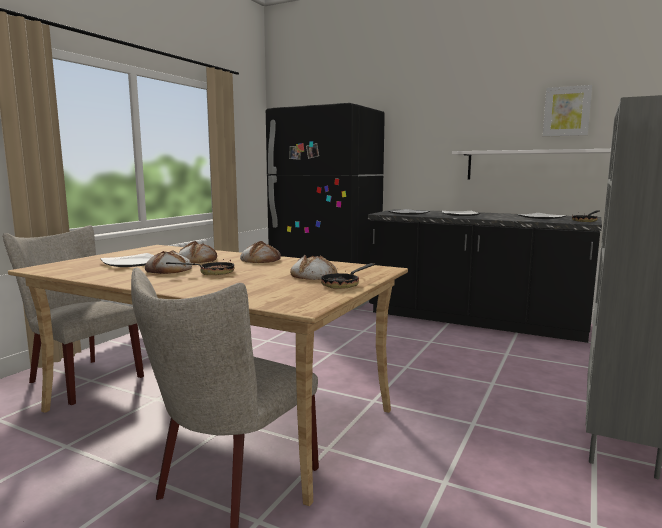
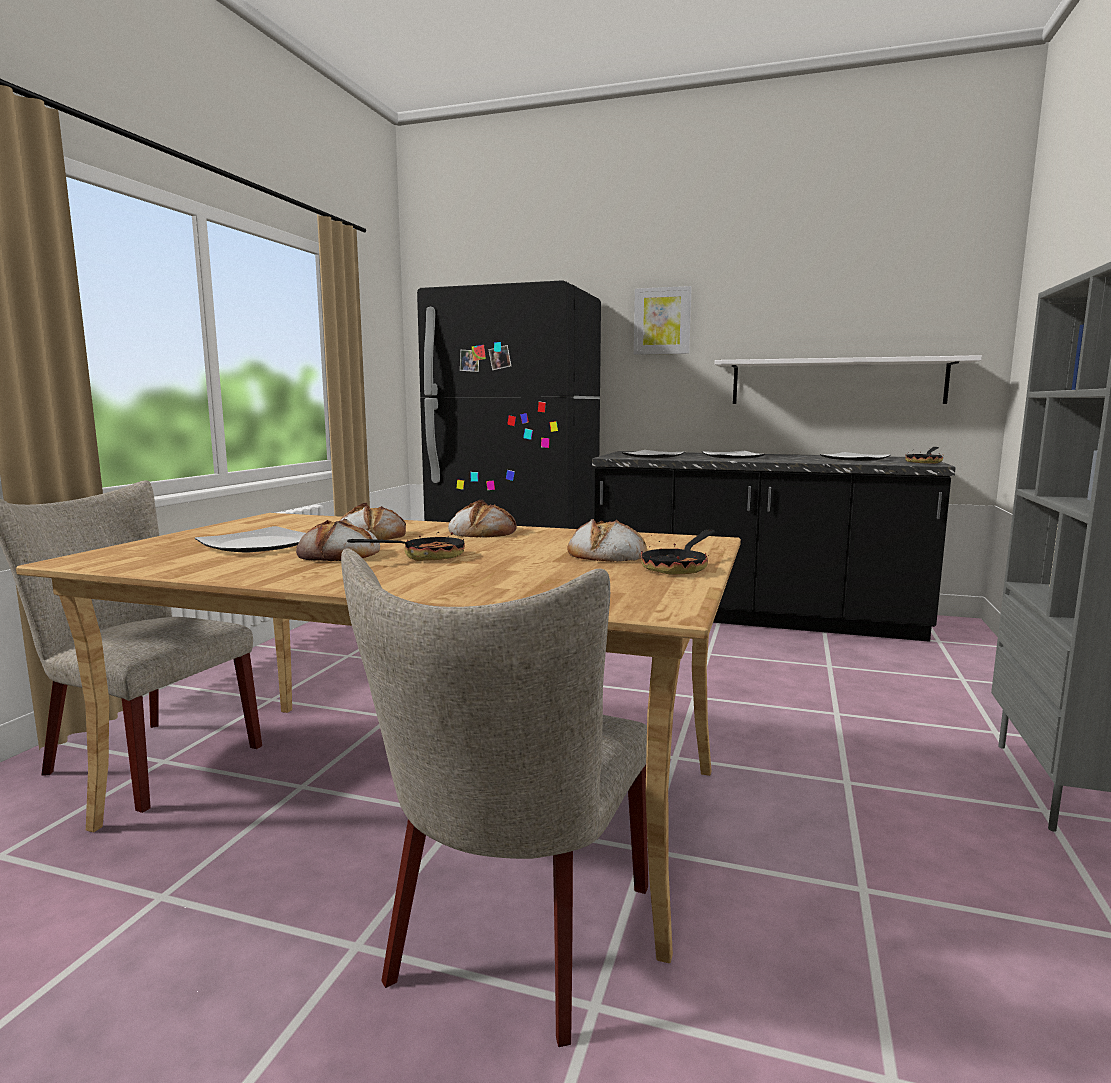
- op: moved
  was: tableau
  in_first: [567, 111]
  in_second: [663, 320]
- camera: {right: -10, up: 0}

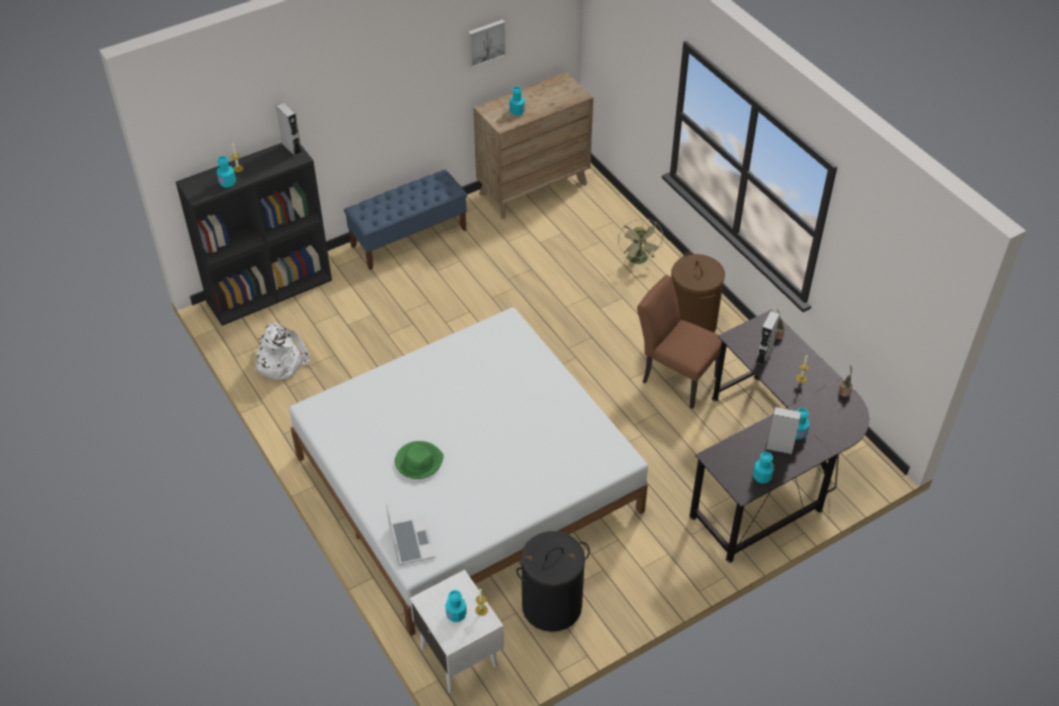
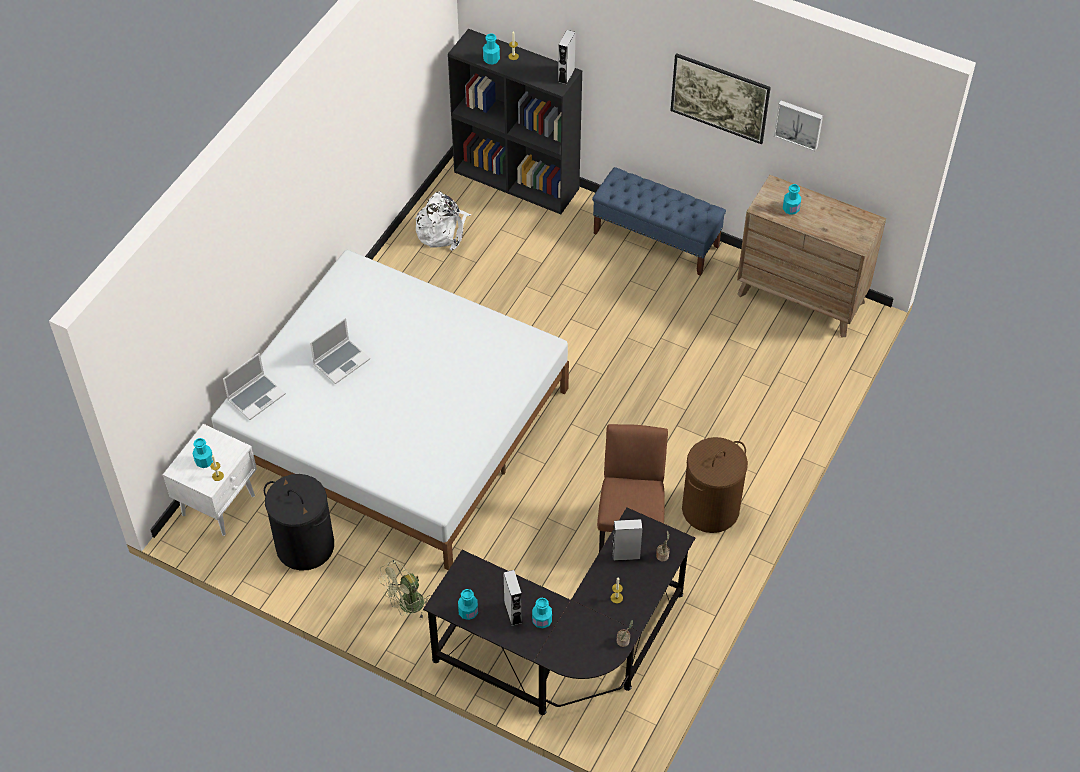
- op: replaced
  was: chapeau/vert
  now: ordinateur portable
  in_first: [419, 460]
  in_second: [340, 351]
- op: moved
  was: ventilateur/vert
  in_first: [641, 241]
  in_second: [405, 589]
- op: added
  now: tableau
  in_second: [720, 98]
- camera: {right: 60, up: 5}

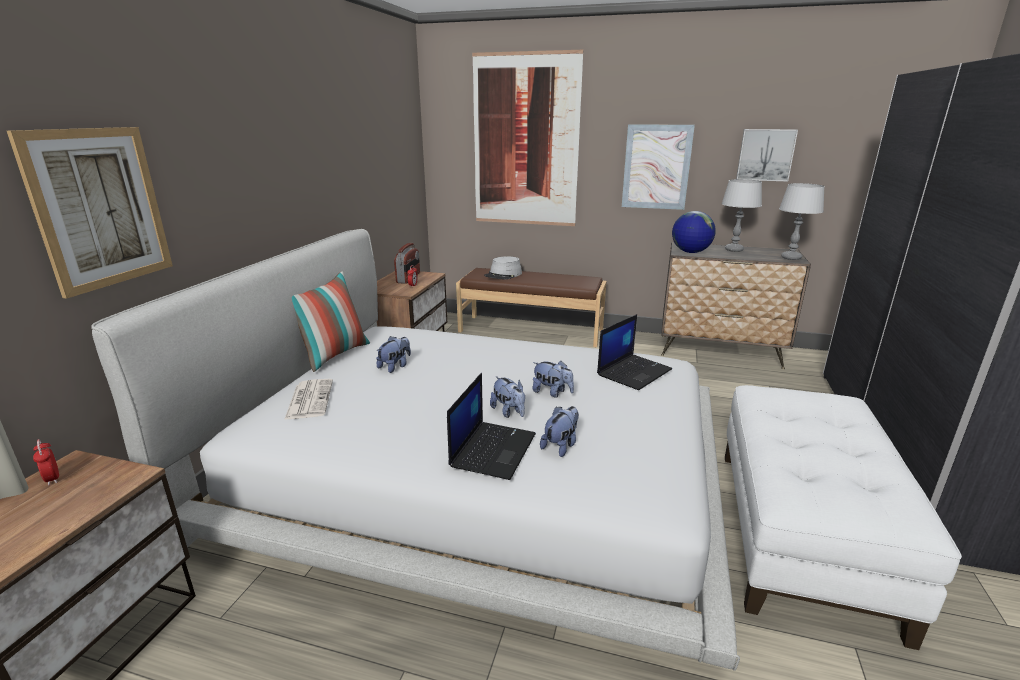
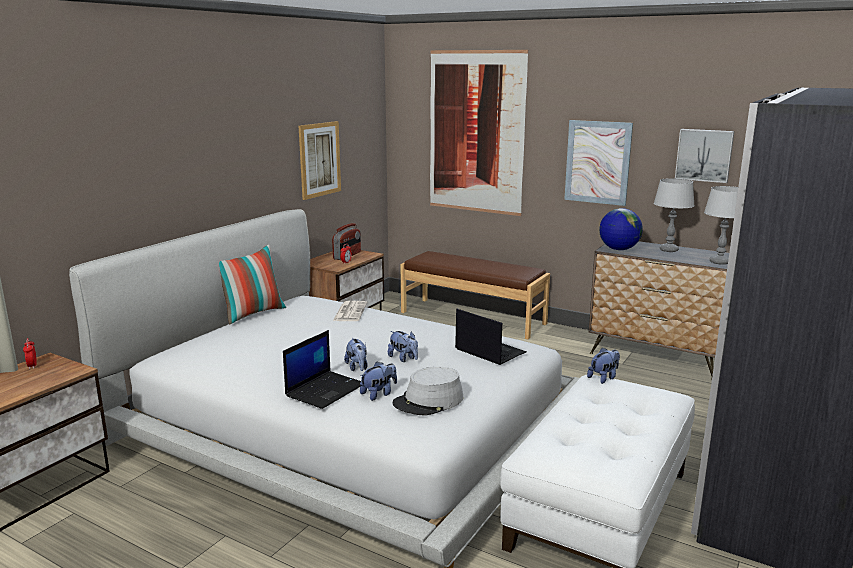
- op: moved
  was: tableau
  in_first: [90, 213]
  in_second: [320, 160]
- op: moved
  was: journal
  in_first: [308, 399]
  in_second: [350, 311]
- op: moved
  was: chapeau/gris
  in_first: [503, 268]
  in_second: [428, 391]
- op: turned
  was: ordinateur portable
  in_first: [634, 352]
  in_second: [491, 337]
  clockwise: -105
- op: moved
  was: peluche
  in_first: [393, 354]
  in_second: [603, 366]
- camera: {right: 15, up: -5}

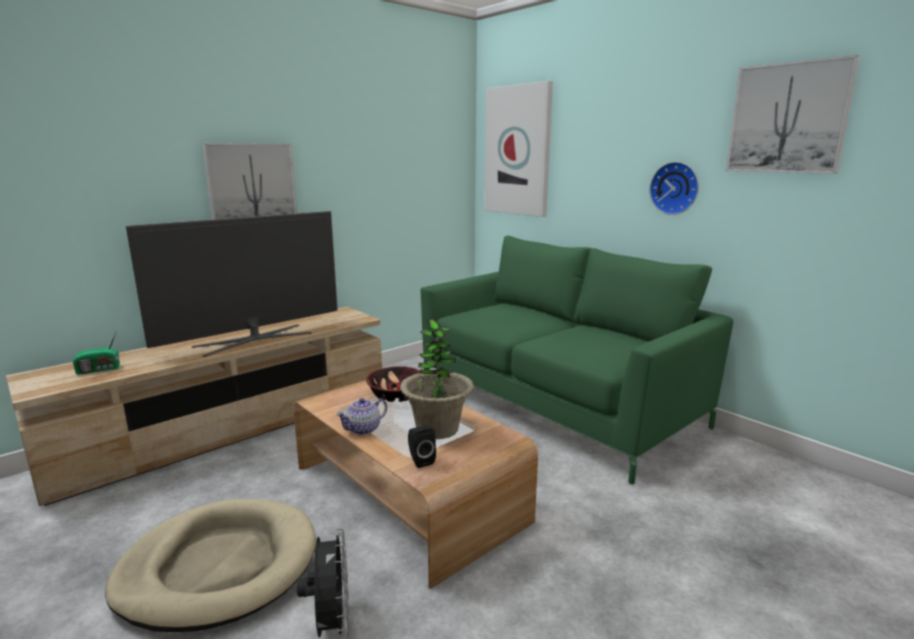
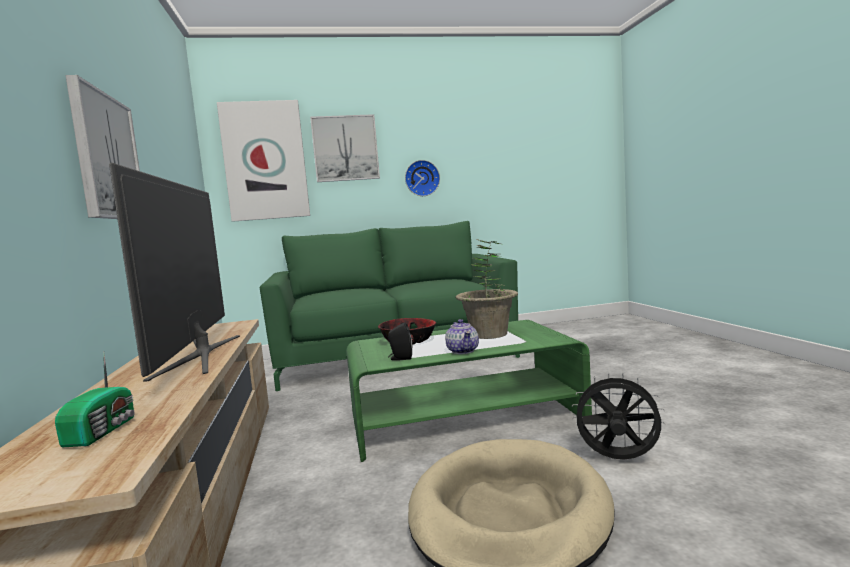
- op: moved
  was: tableau
  in_first: [793, 114]
  in_second: [345, 148]
- op: recoloured
  was: table basse/marron
  now: table basse/vert
  in_first: [415, 480]
  in_second: [469, 391]
- op: moved
  was: enceinte/noir
  in_first: [422, 447]
  in_second: [400, 341]
- camera: {right: -60, up: -10}

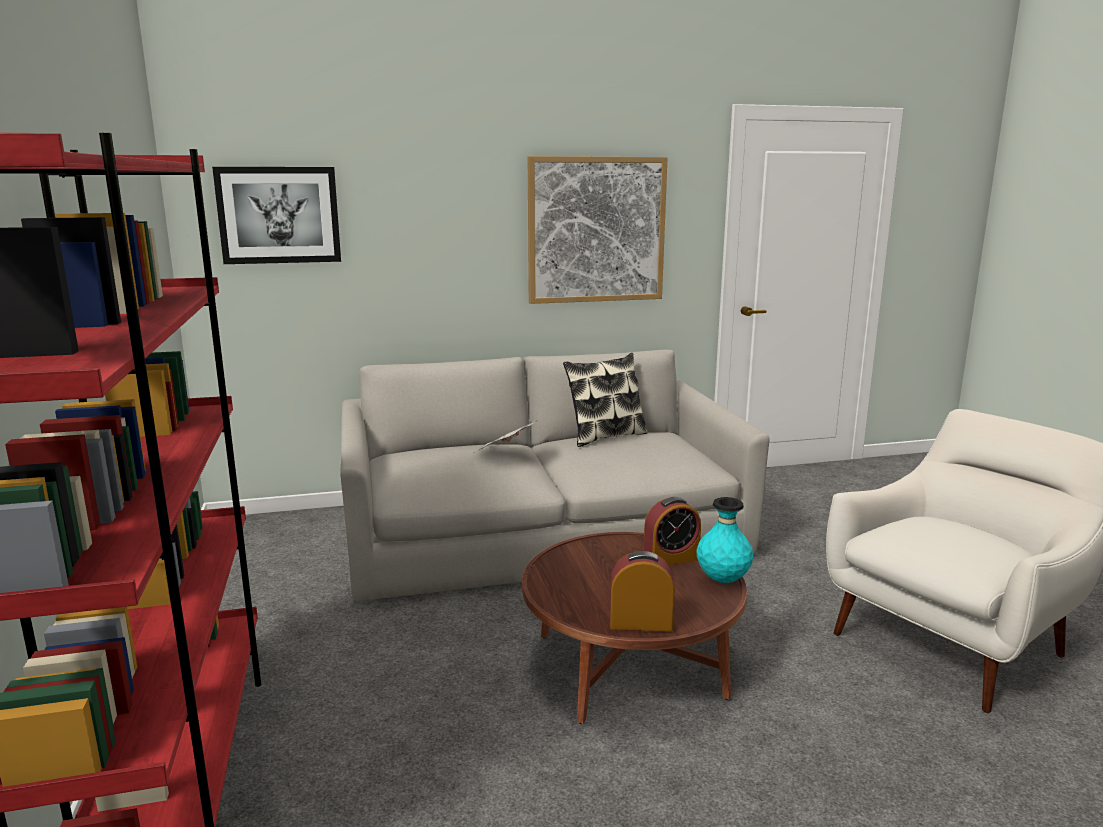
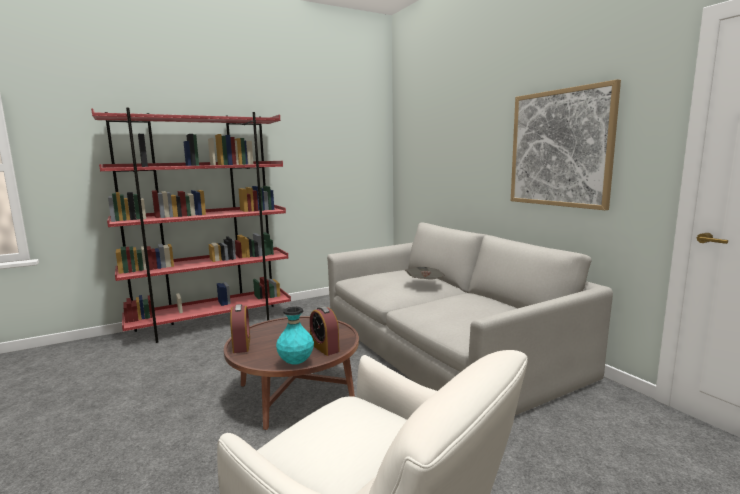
- op: removed
  was: tableau
  in_first: [276, 215]
- op: removed
  was: coussin
  in_first: [605, 400]
- camera: {right: 75, up: -5}

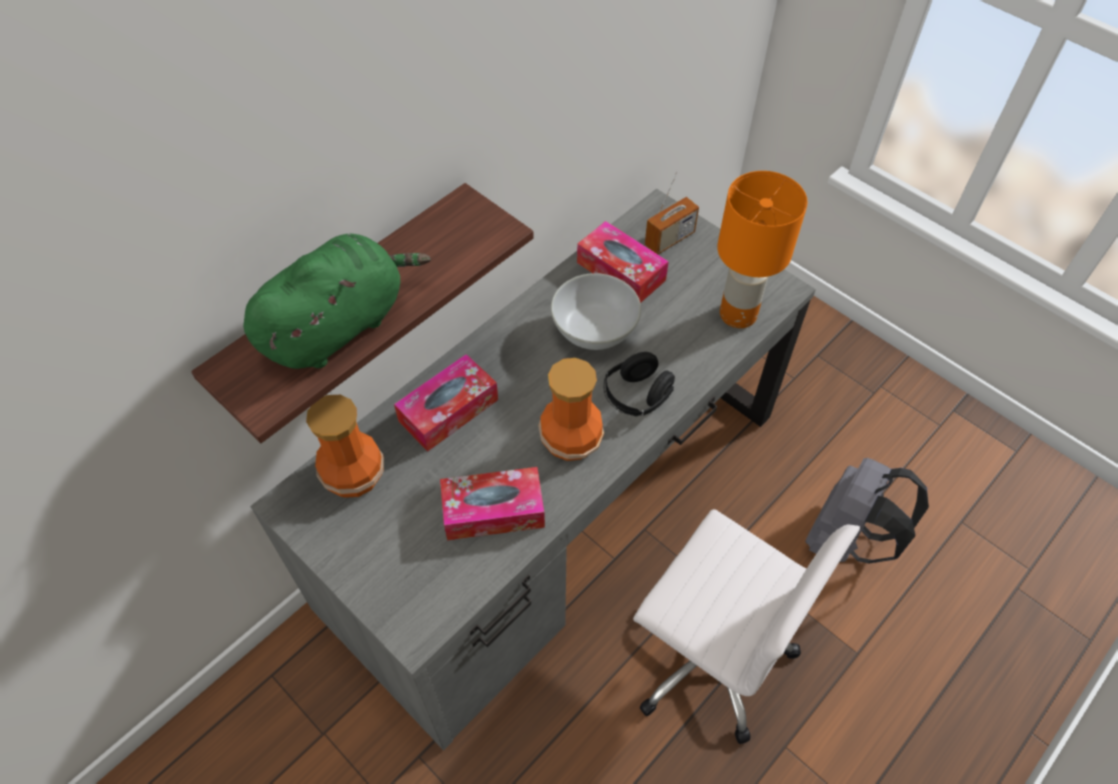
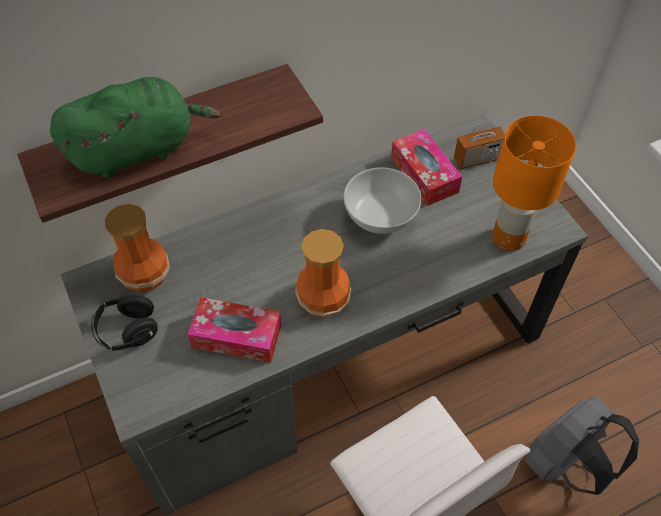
- op: moved
  was: casque audio/noir
  in_first: [639, 384]
  in_second: [124, 322]
- op: removed
  was: boîte à mouchoirs
  in_first: [446, 403]
- camera: {right: 20, up: 0}

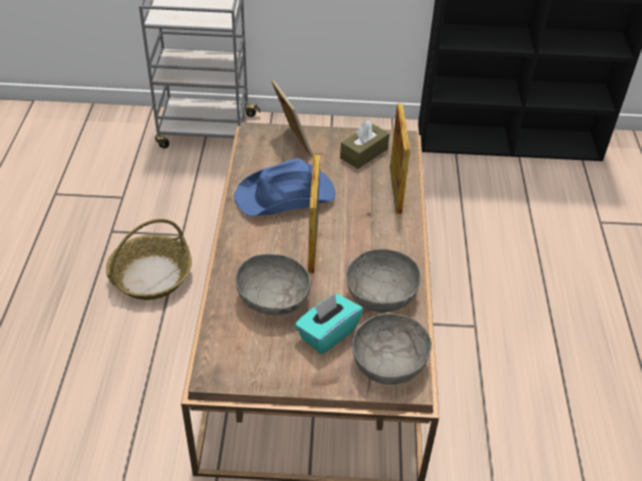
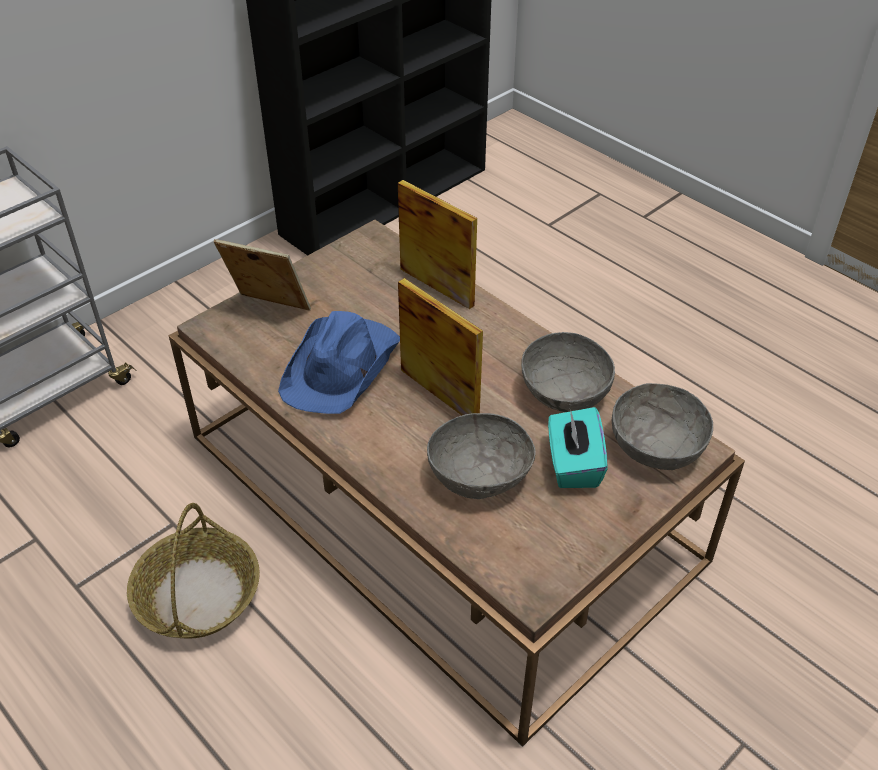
- op: removed
  was: boîte à mouchoirs/marron
  in_first: [364, 144]
- camera: {right: -45, up: 0}

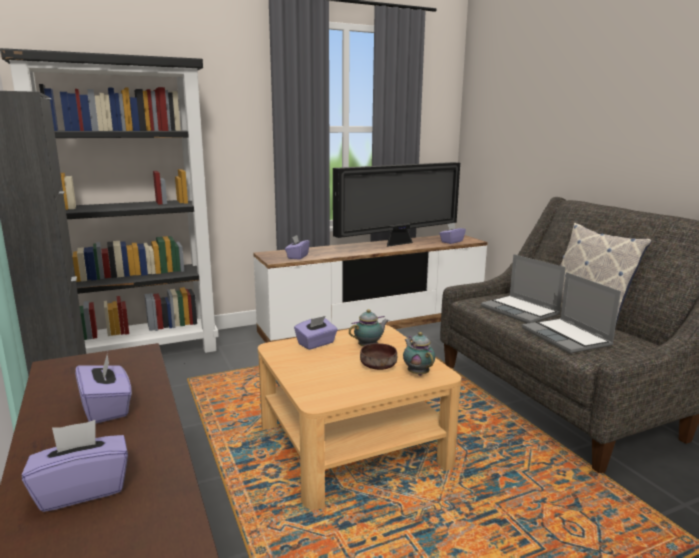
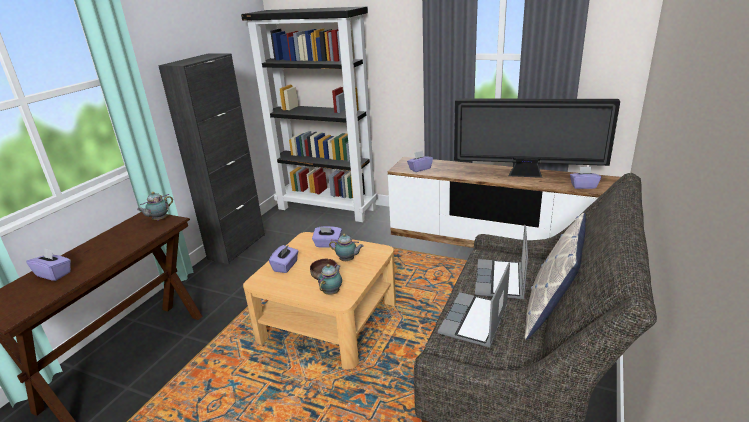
- op: added
  now: théière
  in_second: [155, 206]
- op: moved
  was: boîte à mouchoirs/violet
  in_first: [103, 388]
  in_second: [283, 258]
- camera: {right: 50, up: 10}

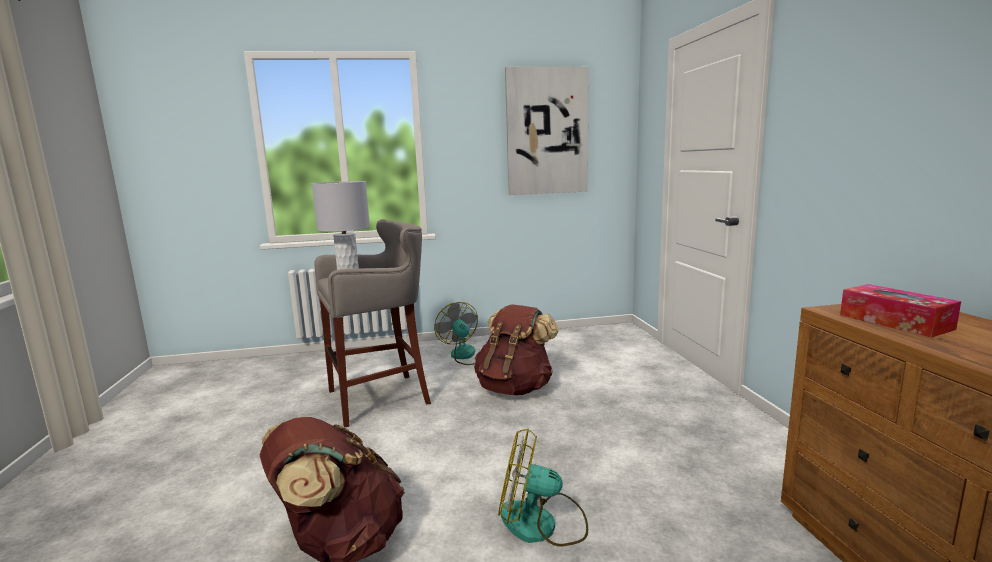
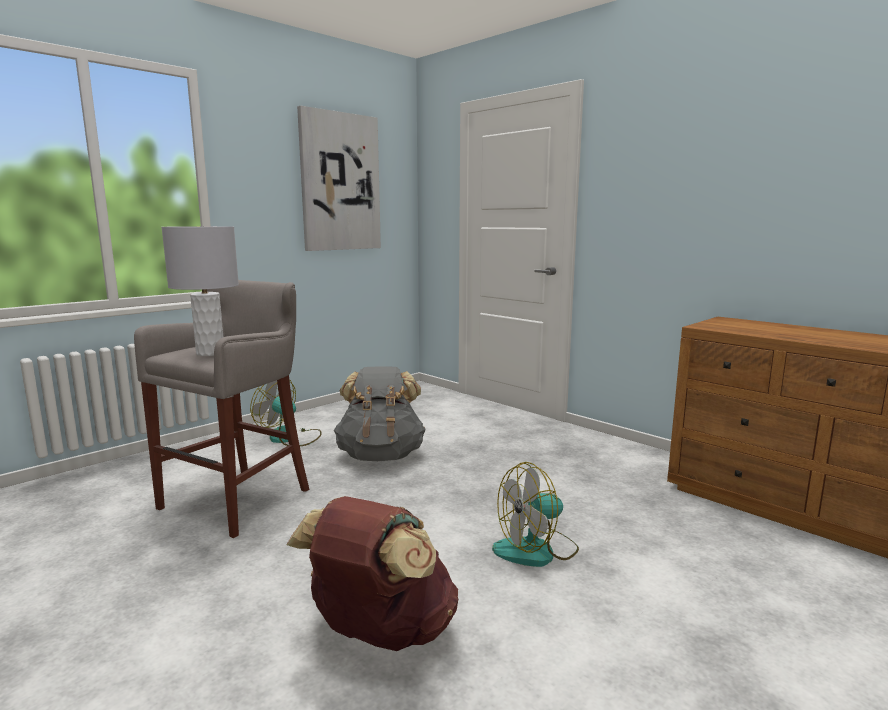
- op: recoloured
  was: sac à dos/marron
  now: sac à dos/gris
  in_first: [516, 349]
  in_second: [380, 413]
- op: removed
  was: boîte à mouchoirs
  in_first: [900, 311]
- camera: {right: -35, up: 0}

